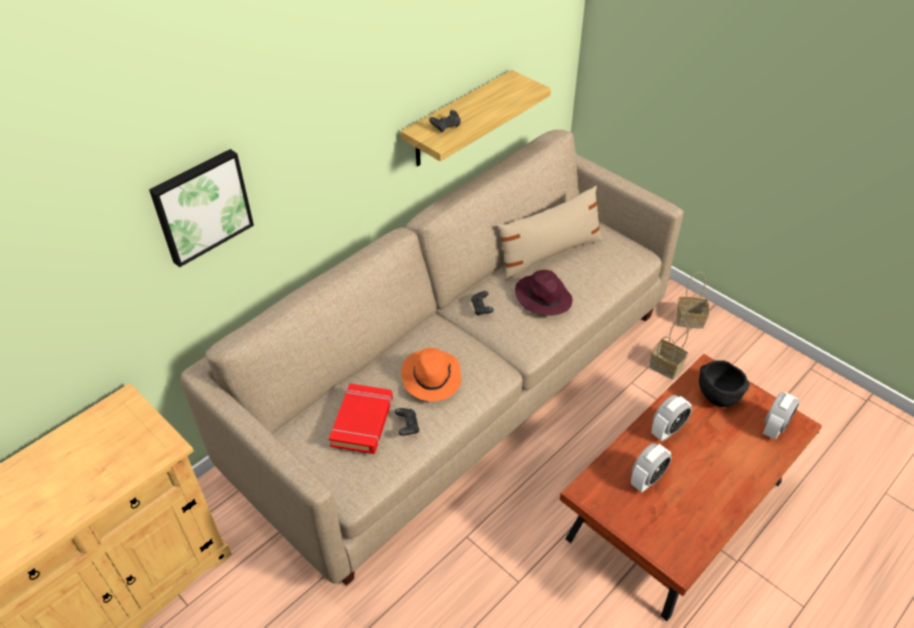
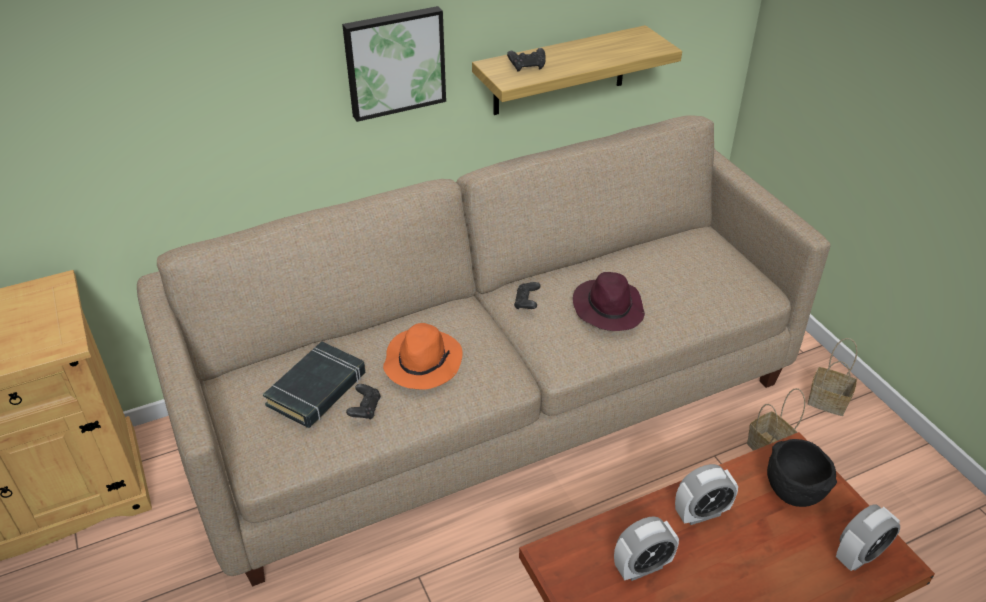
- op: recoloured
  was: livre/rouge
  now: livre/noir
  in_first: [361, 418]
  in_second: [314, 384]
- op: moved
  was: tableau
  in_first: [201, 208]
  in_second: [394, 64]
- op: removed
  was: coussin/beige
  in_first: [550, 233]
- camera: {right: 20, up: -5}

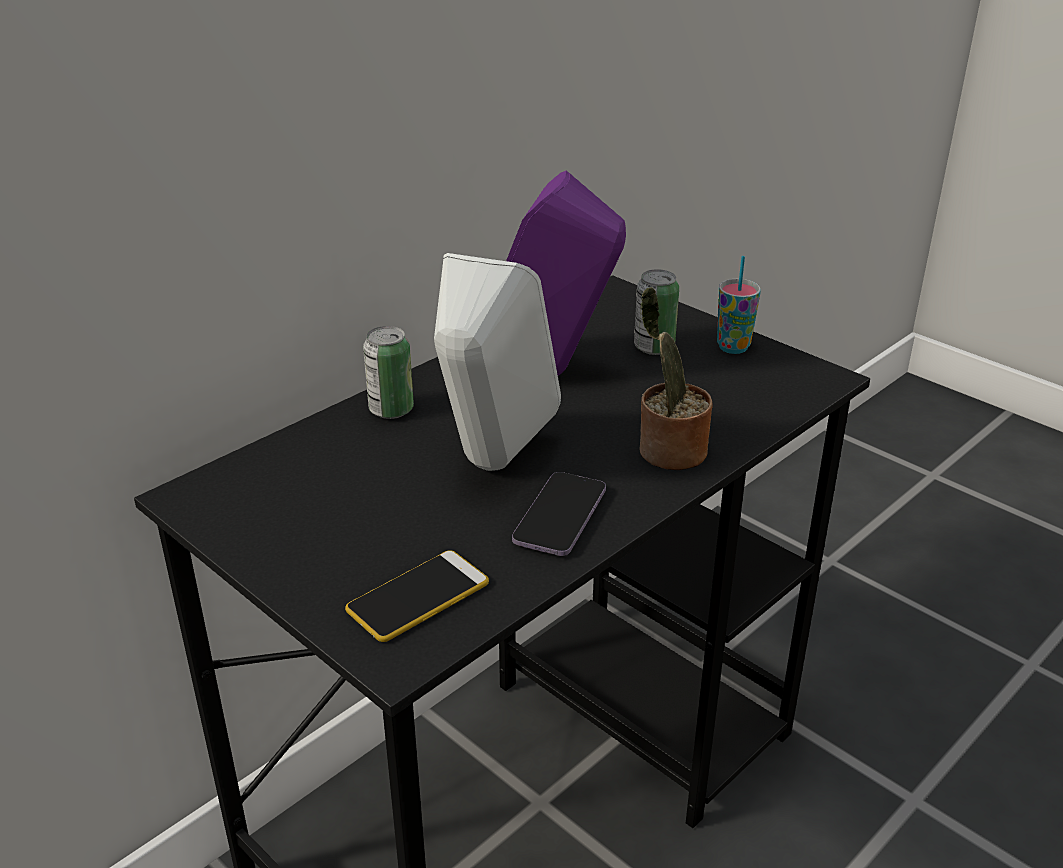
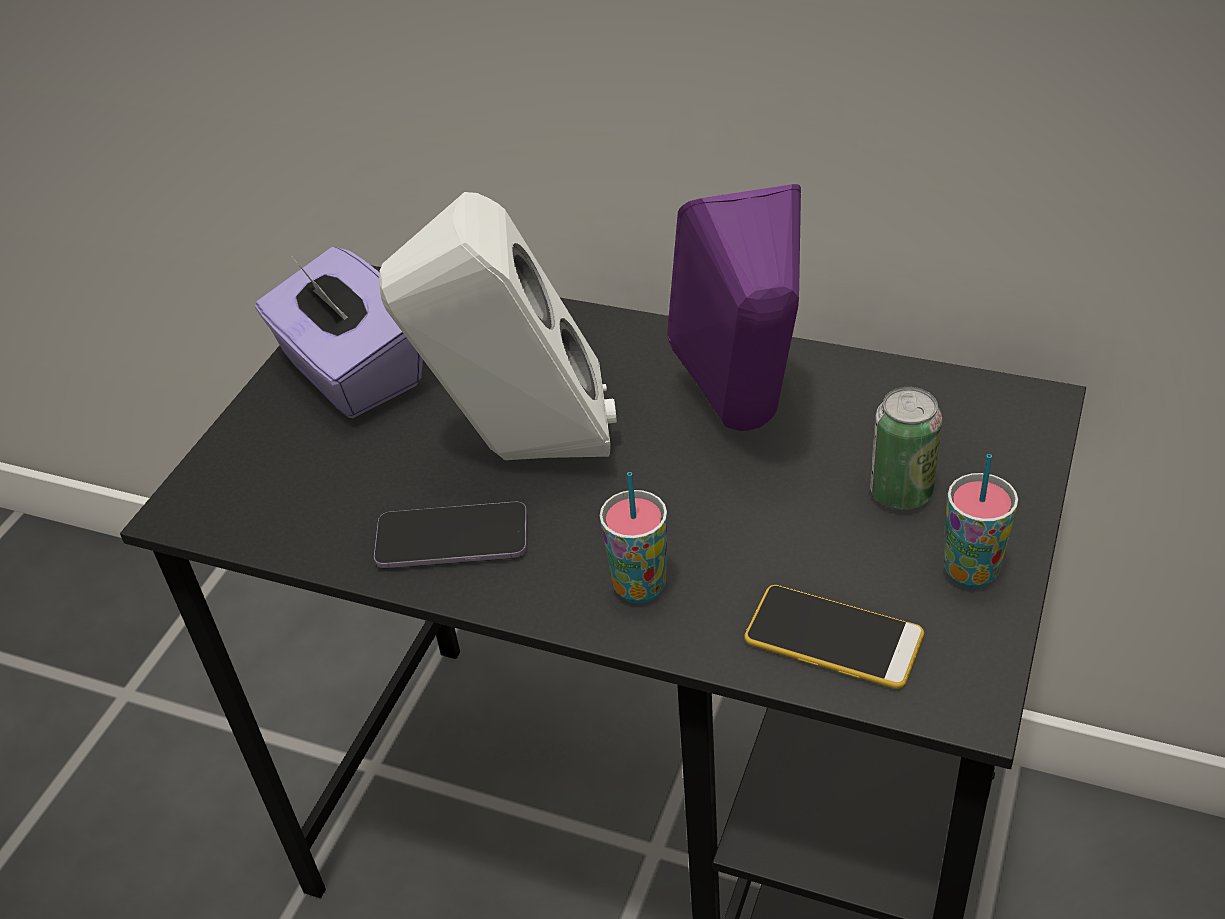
- op: added
  now: boîte à mouchoirs/violet
  in_second: [339, 332]
- op: replaced
  was: plante en pot
  now: tasse
  in_first: [675, 378]
  in_second: [633, 538]
- op: moved
  was: téléphone
  in_first: [417, 596]
  in_second: [834, 637]
- op: removed
  was: boîte métallique
  in_first: [388, 372]
- camera: {right: 70, up: 10}

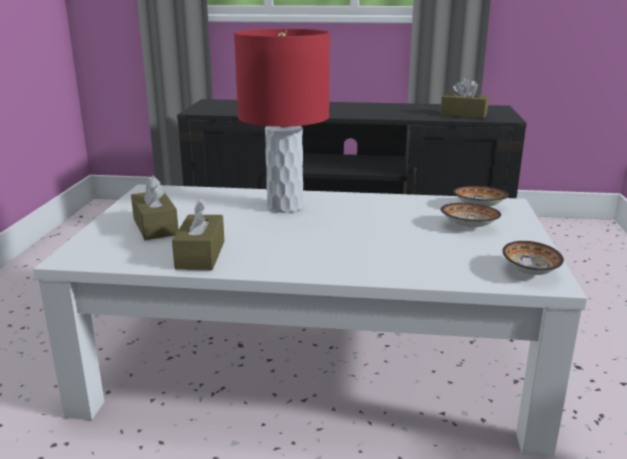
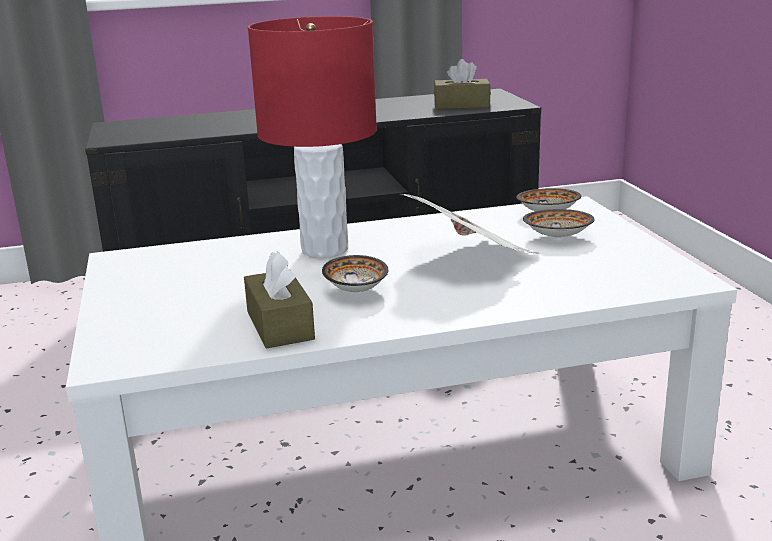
- op: moved
  was: bol
  in_first: [533, 258]
  in_second: [355, 273]
- op: added
  now: journal
  in_second: [469, 223]
- op: removed
  was: boîte à mouchoirs/marron
  in_first: [155, 208]
- camera: {right: -20, up: 0}

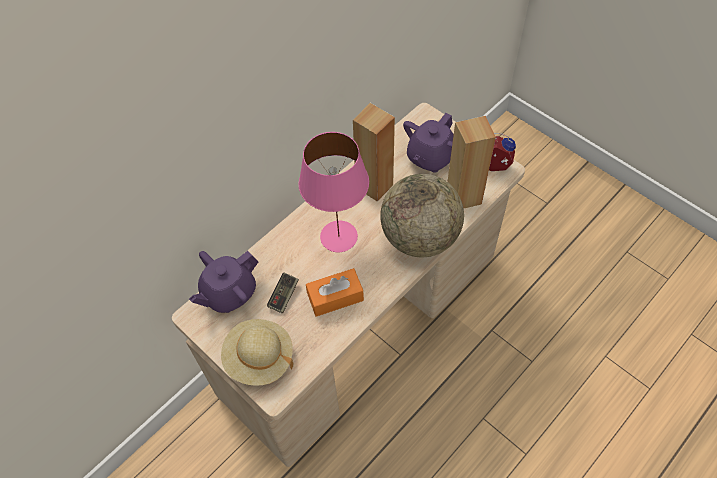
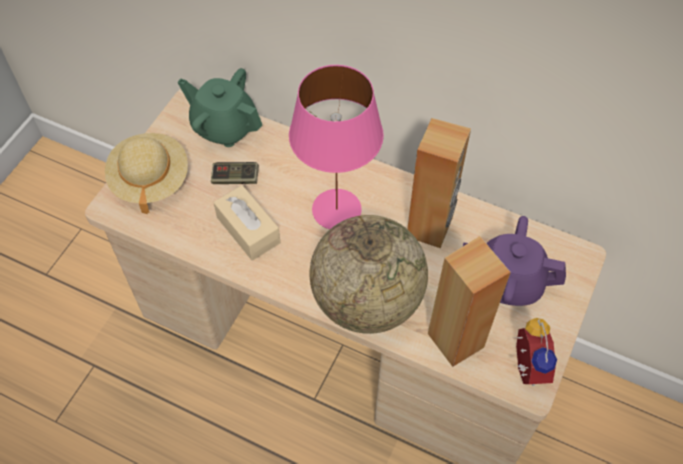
- op: recoloured
  was: théière/violet
  now: théière/vert
  in_first: [223, 282]
  in_second: [220, 107]
- op: recoloured
  was: boîte à mouchoirs/orange
  now: boîte à mouchoirs/beige
  in_first: [335, 292]
  in_second: [247, 223]
- camera: {right: 70, up: 0}

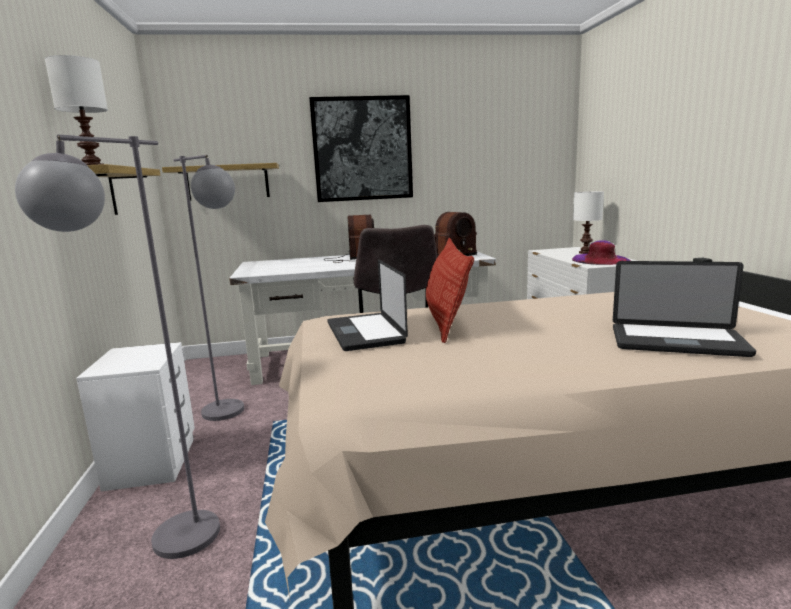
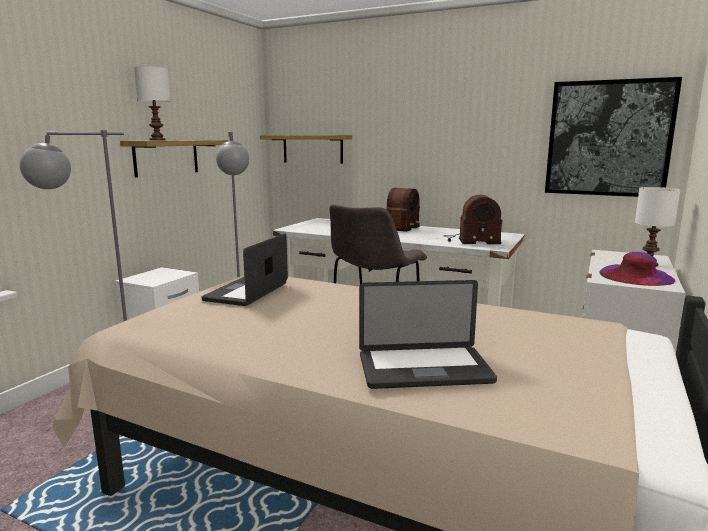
- op: turned
  was: ordinateur portable
  in_first: [684, 309]
  in_second: [428, 334]
  clockwise: -60
- op: moved
  was: tableau
  in_first: [361, 148]
  in_second: [613, 137]
- op: removed
  was: coussin
  in_first: [450, 290]
- camera: {right: 35, up: 0}

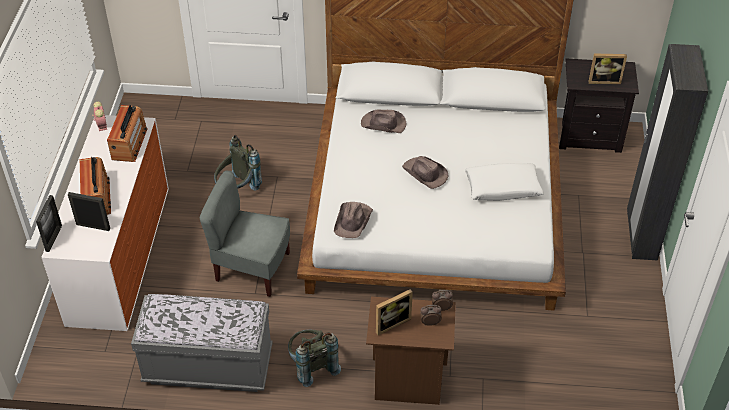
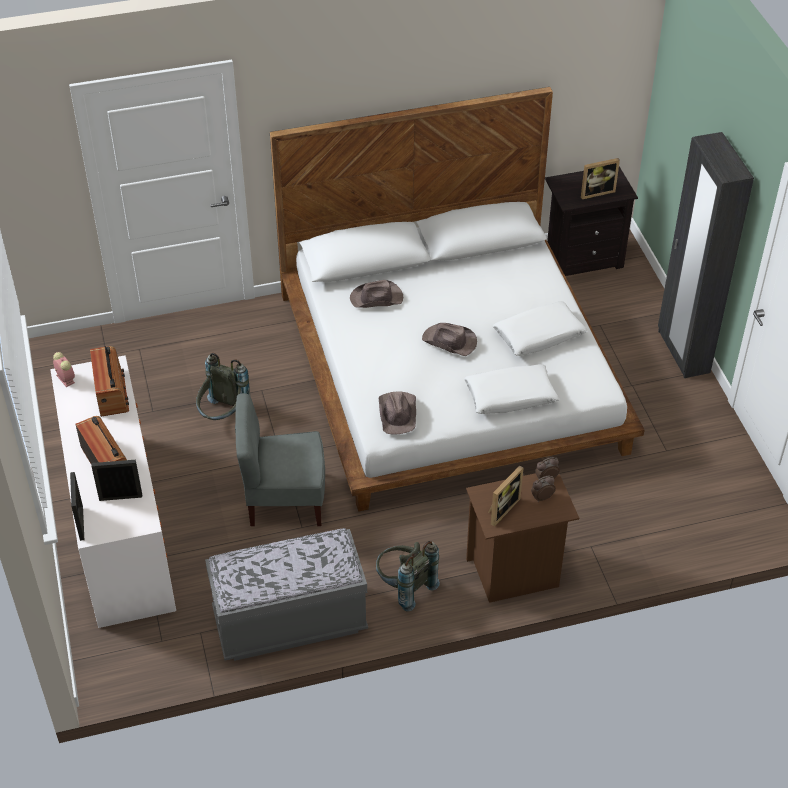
- op: added
  now: coussin/blanc
  in_second: [511, 389]
- camera: {right: -20, up: 0}

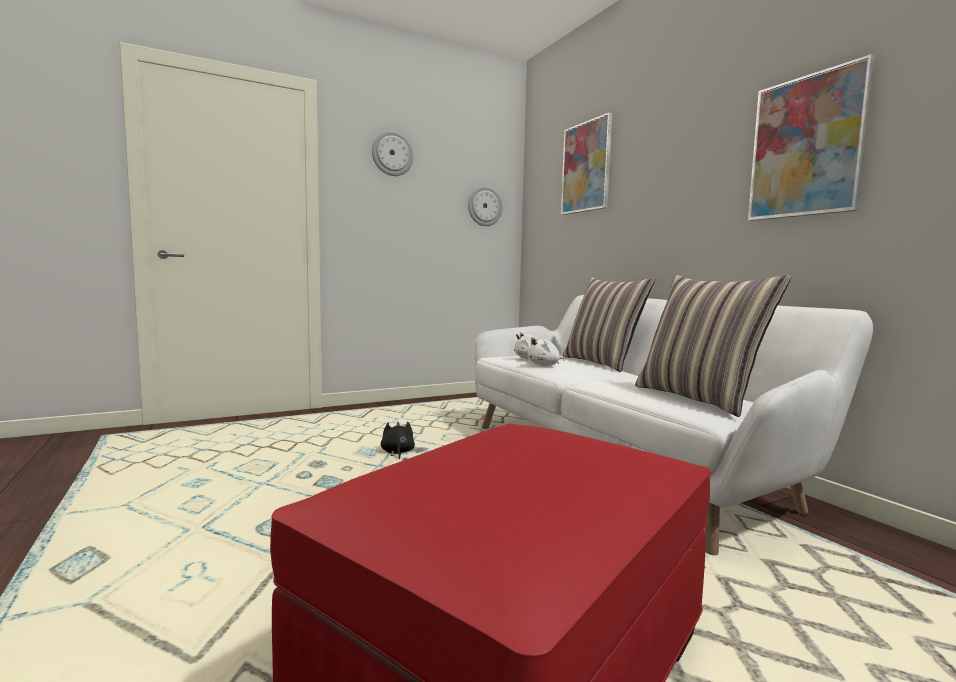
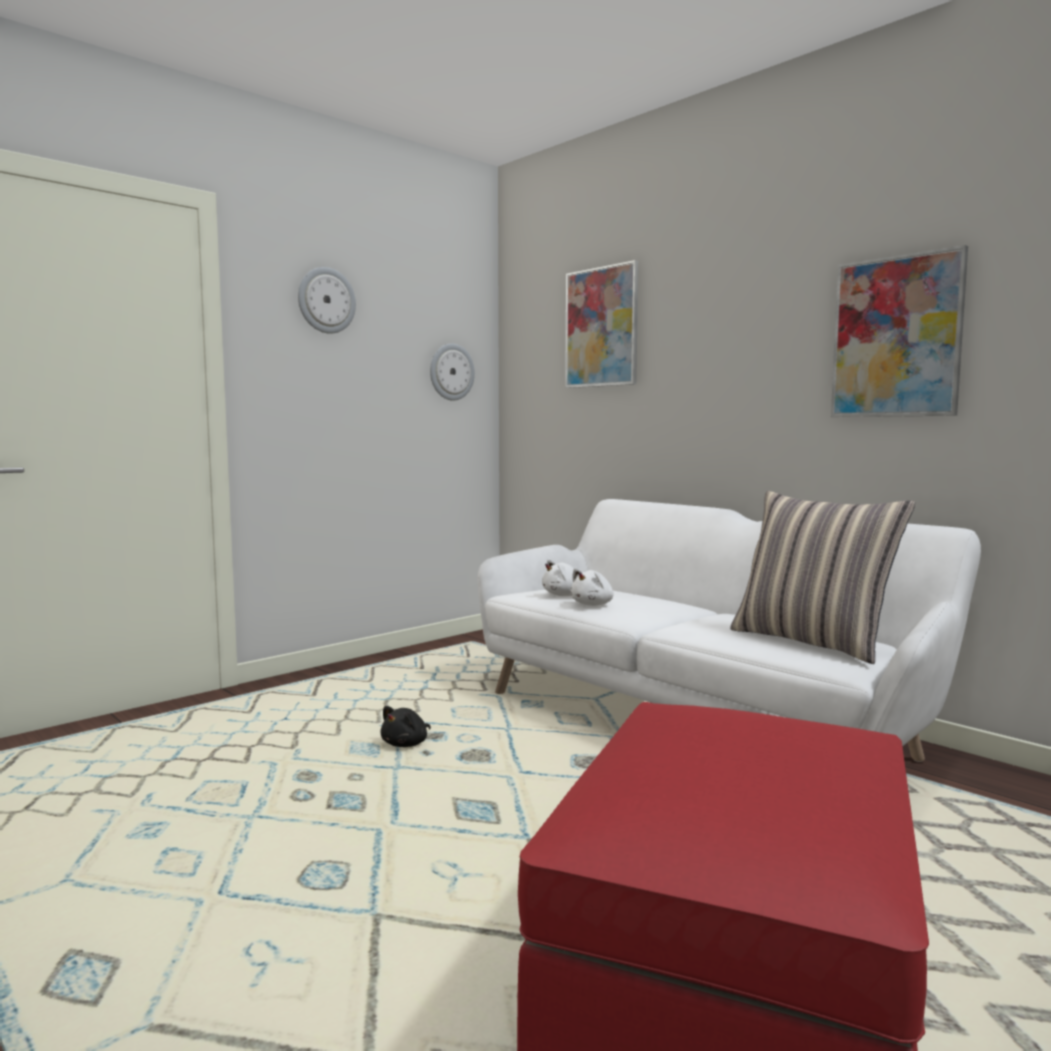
- op: turned
  was: peluche/noir
  in_first: [398, 440]
  in_second: [406, 726]
  clockwise: -120
- op: removed
  was: coussin
  in_first: [609, 324]
- camera: {right: -15, up: 0}

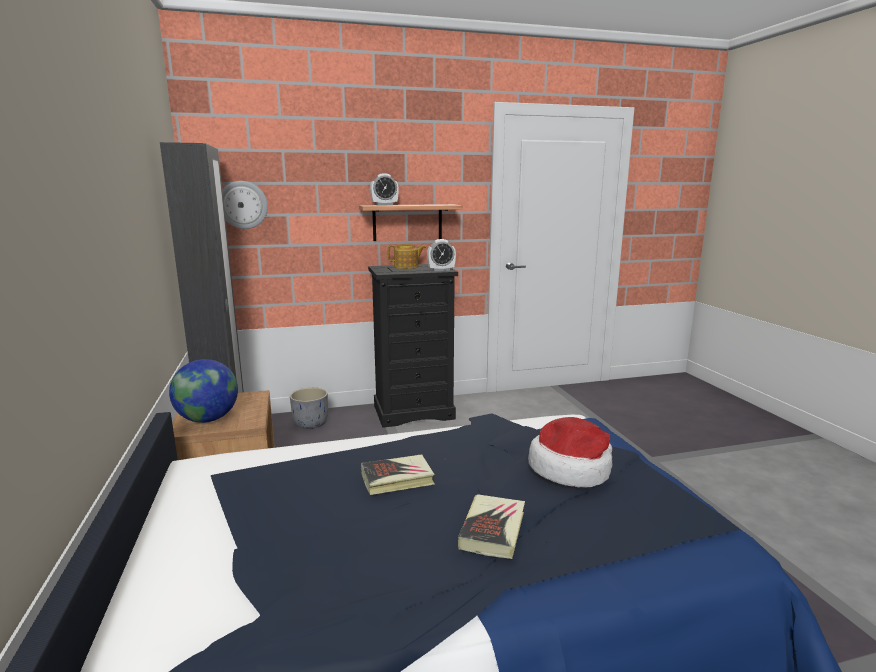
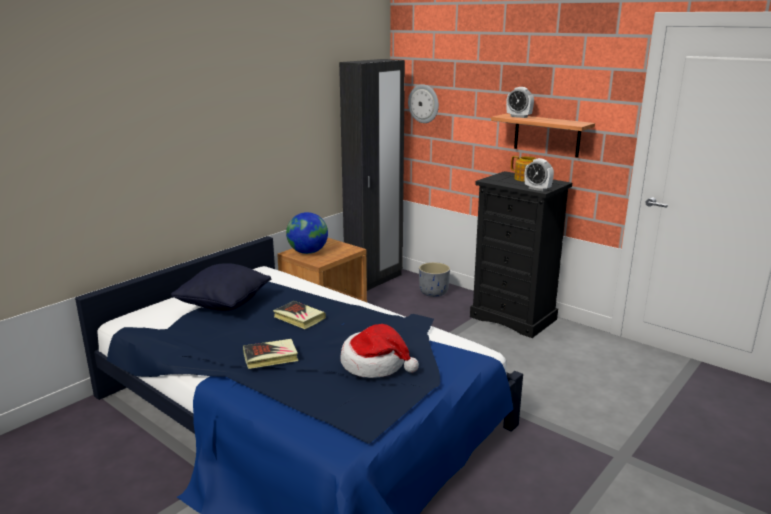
- op: added
  now: coussin/noir
  in_second: [221, 287]
- camera: {right: 55, up: 5}

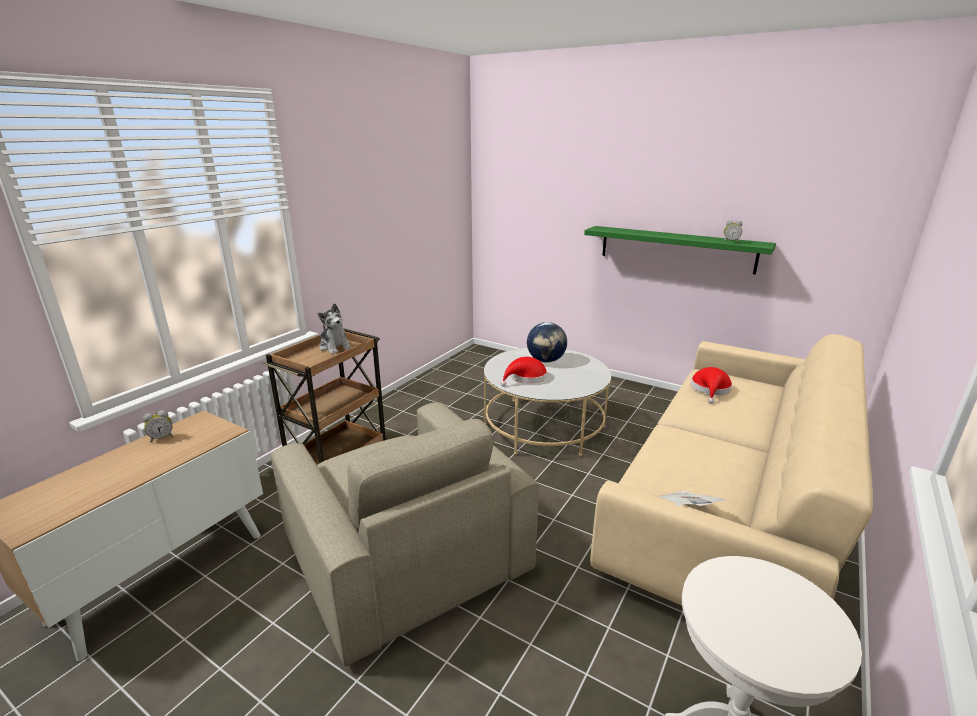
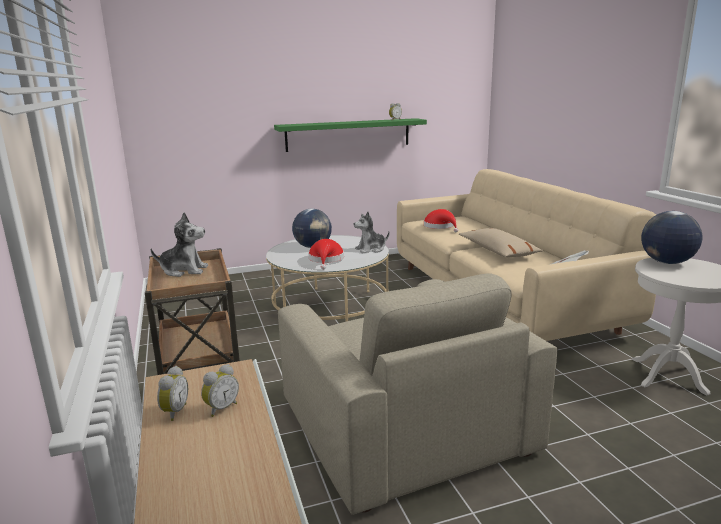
- op: added
  now: réveil
  in_second: [220, 390]
- op: turned
  was: fauteuil/beige
  in_first: [404, 534]
  in_second: [418, 394]
  clockwise: 60
- op: added
  now: peluche
  in_second: [371, 232]
- op: added
  now: coussin/beige
  in_second: [501, 242]
- op: added
  now: globe
  in_second: [672, 237]
- camera: {right: -50, up: -5}

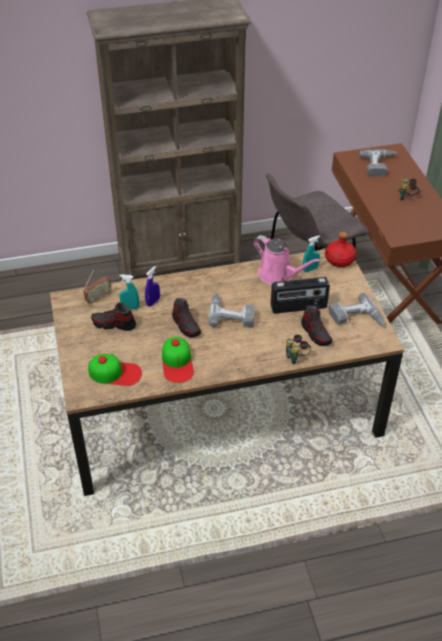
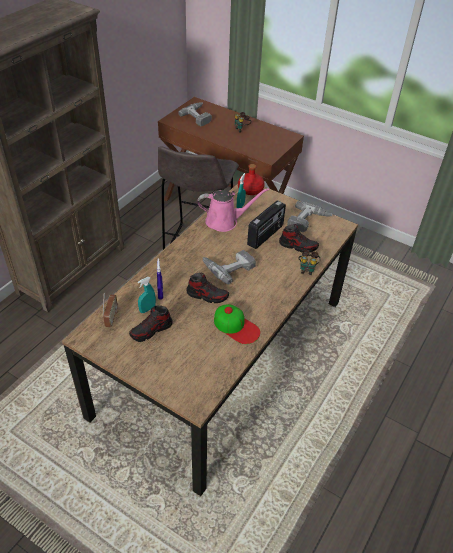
- op: removed
  was: casquette
  in_first: [115, 370]
- camera: {right: -45, up: 0}

